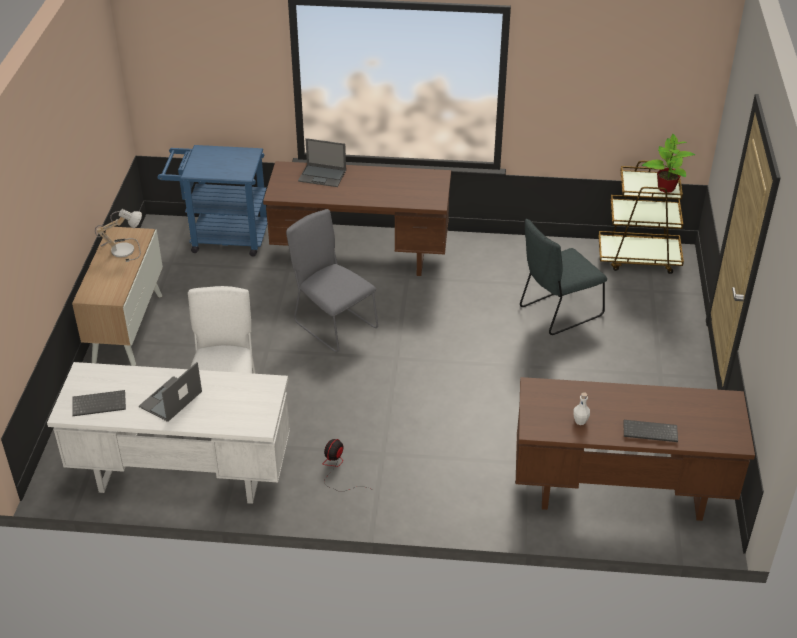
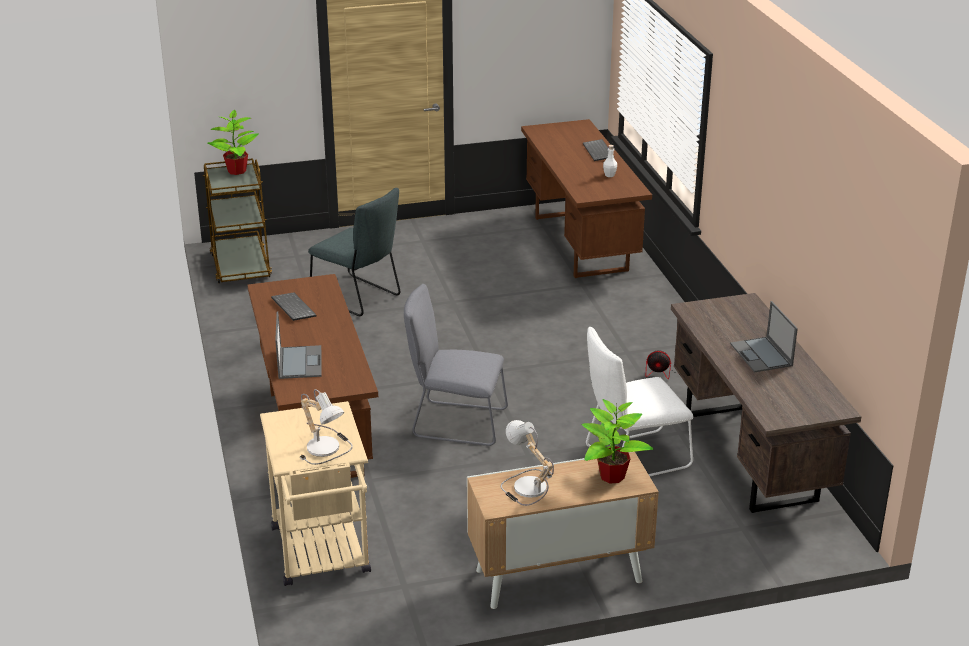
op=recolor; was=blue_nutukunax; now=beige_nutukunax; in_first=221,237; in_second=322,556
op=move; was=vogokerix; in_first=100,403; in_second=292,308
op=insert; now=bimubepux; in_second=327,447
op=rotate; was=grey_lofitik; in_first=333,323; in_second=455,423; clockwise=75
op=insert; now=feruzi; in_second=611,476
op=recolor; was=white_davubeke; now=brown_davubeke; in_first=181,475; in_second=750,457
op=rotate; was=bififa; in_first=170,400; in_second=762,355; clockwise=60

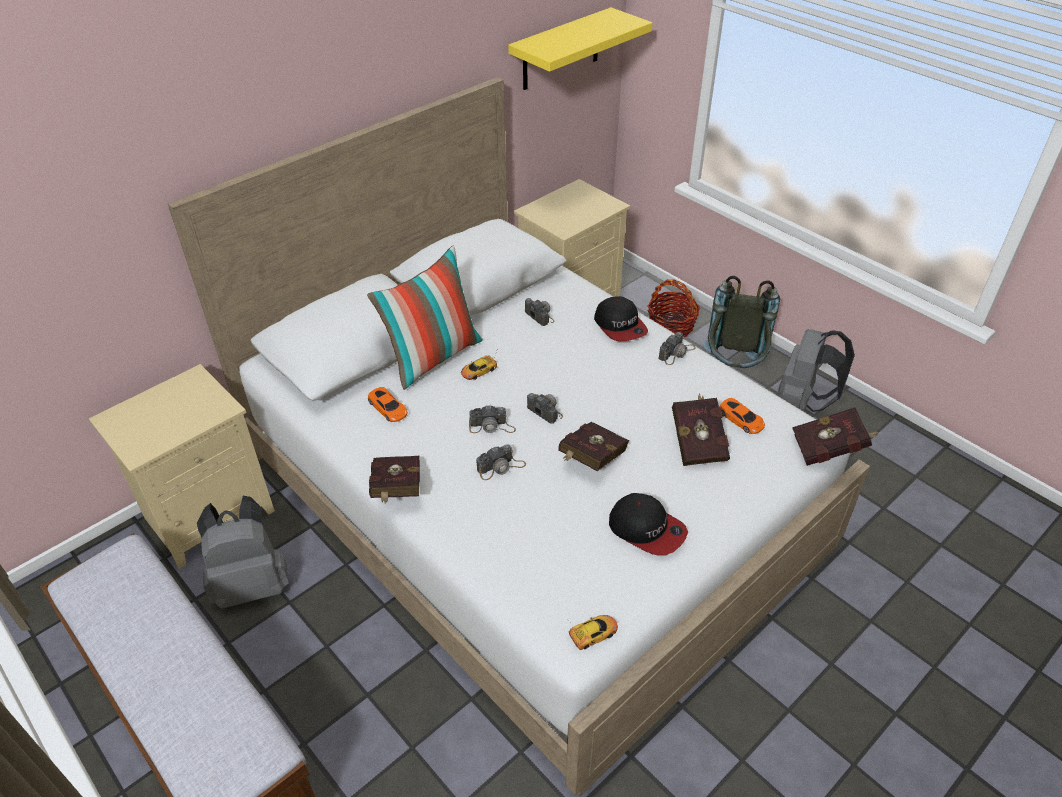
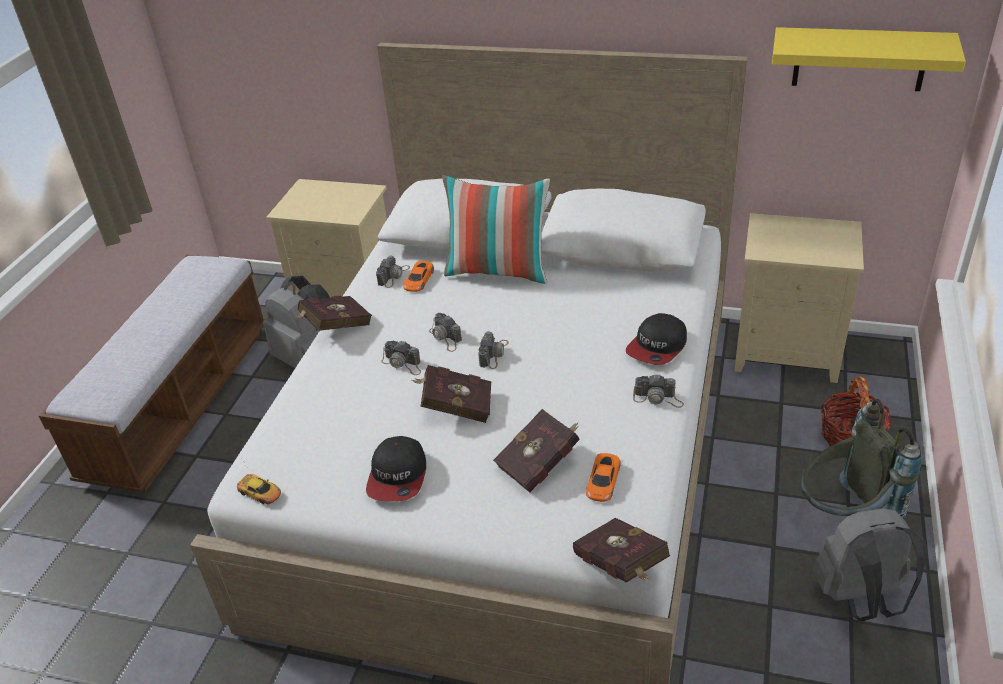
op=move; was=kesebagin; in_first=538,314; in_second=393,275
op=delete; was=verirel; in_first=478,371

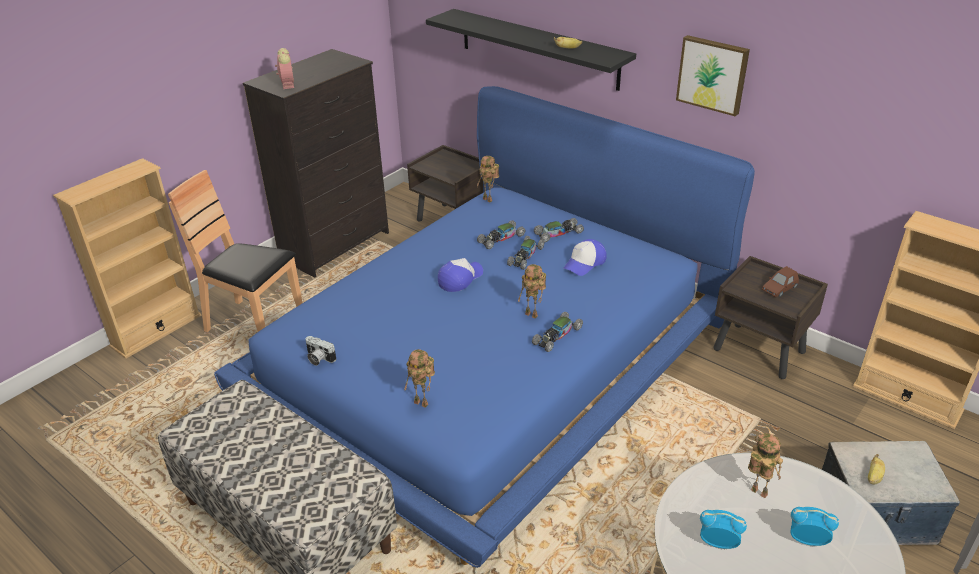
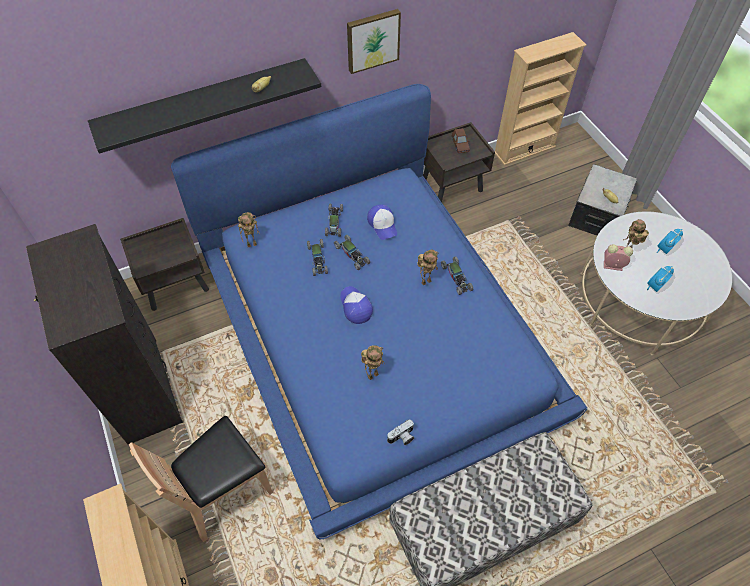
op=move; was=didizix; in_first=423,403; in_second=373,374
op=move; was=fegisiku; in_first=287,84; in_second=612,266

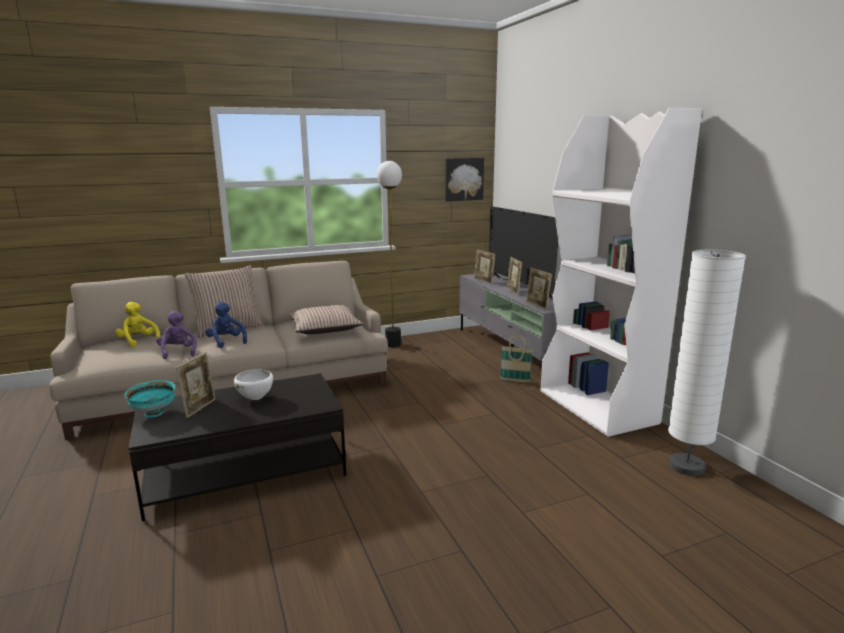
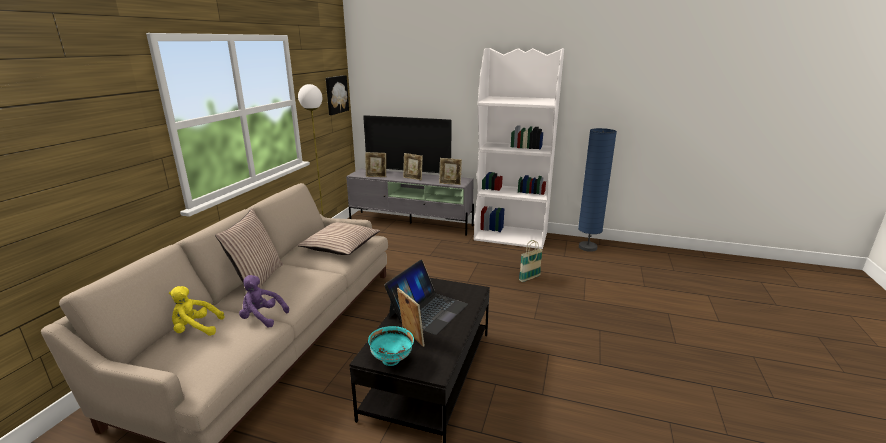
op=replace; was=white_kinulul; now=bififa; in_first=256,398; in_second=427,310
op=move; was=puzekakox; in_first=515,380; in_second=529,278
op=recolor; was=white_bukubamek; now=blue_bukubamek; in_first=687,466; in_second=587,247
op=delete; was=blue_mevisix; in_first=226,342

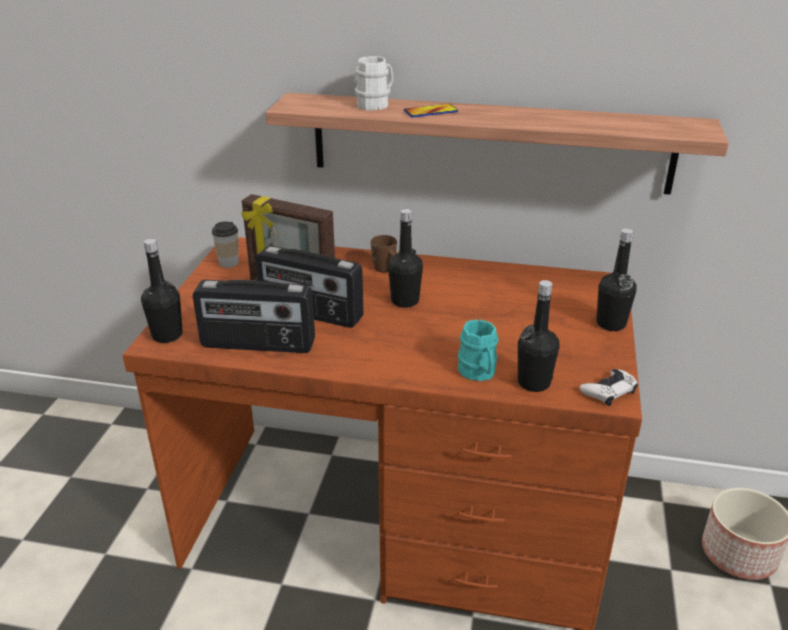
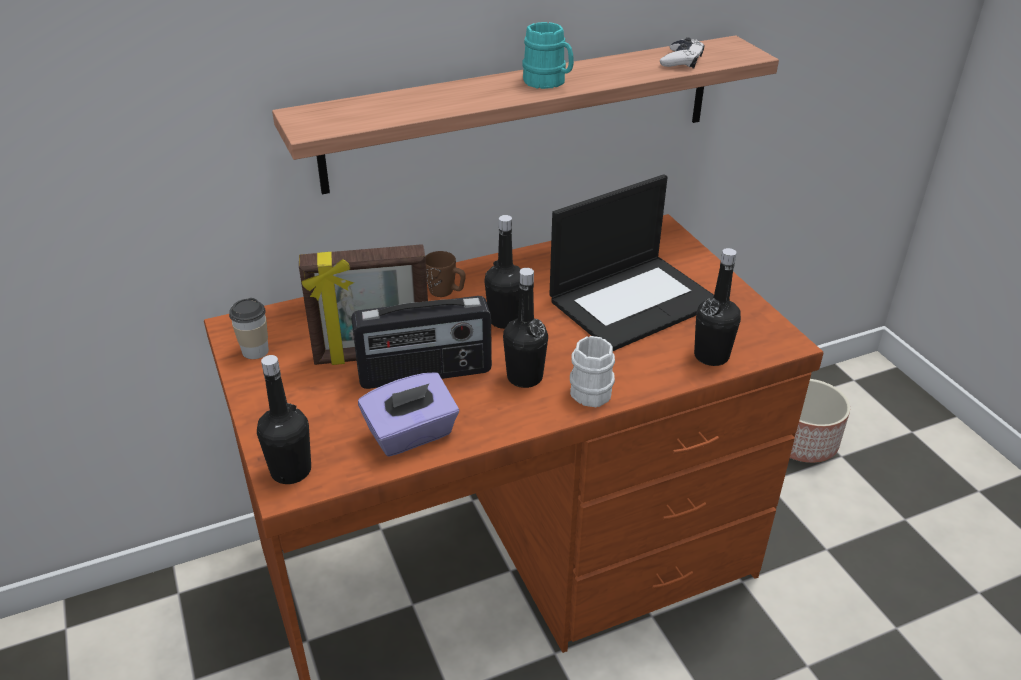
op=replace; was=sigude; now=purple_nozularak; in_first=258,345; in_second=411,435
op=move; was=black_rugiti; in_first=611,324; in_second=524,377
op=move; was=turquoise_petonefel; in_first=478,373; in_second=548,82
op=insert; now=bififa; in_second=634,301
op=move; was=white_petonefel; in_first=376,104; in_second=591,388
op=move; was=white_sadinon; in_first=609,391; in_second=681,60
op=delete; was=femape; in_first=430,112

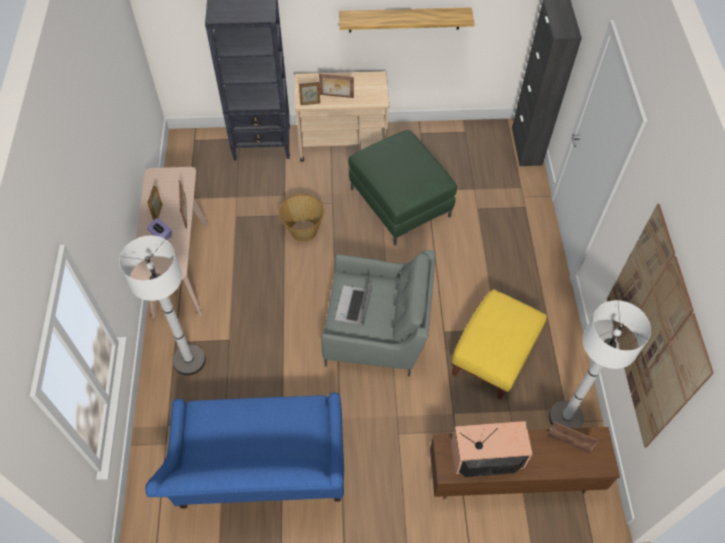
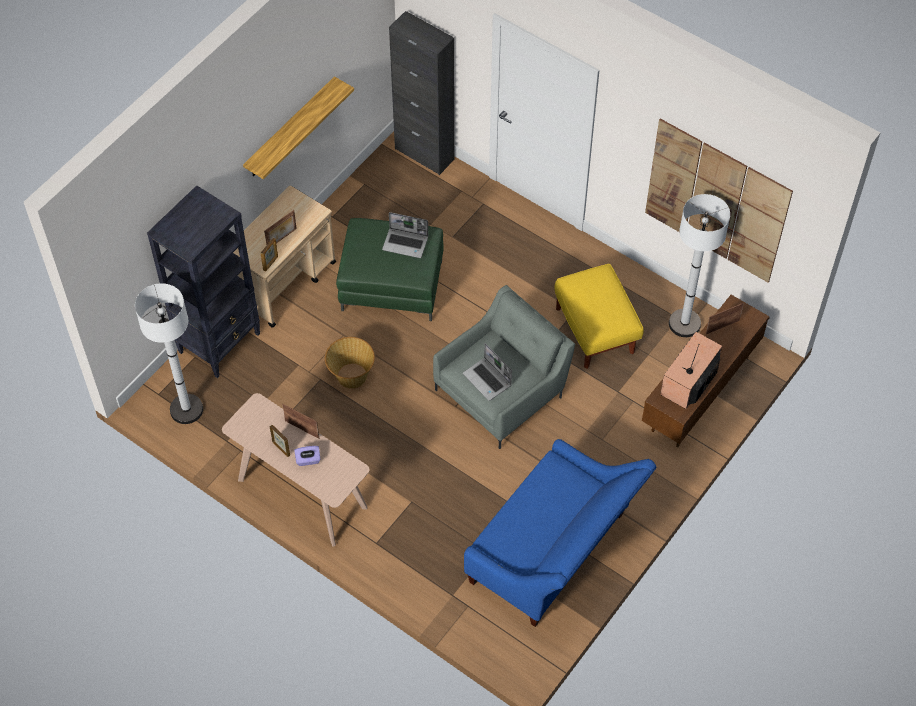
op=move; was=white_bukubamek; in_first=189,360; in_second=186,409
op=insert; now=bififa; in_second=406,243

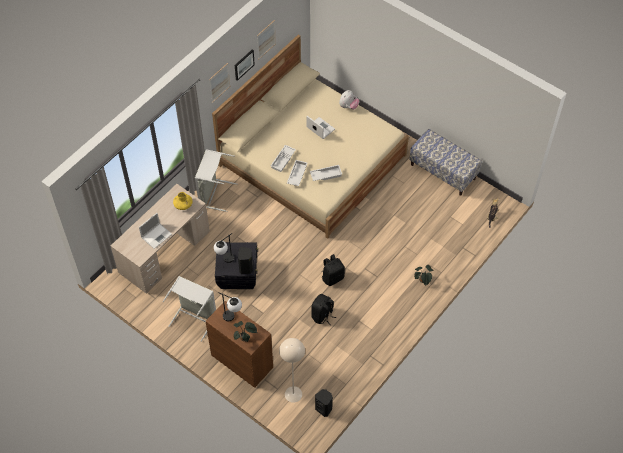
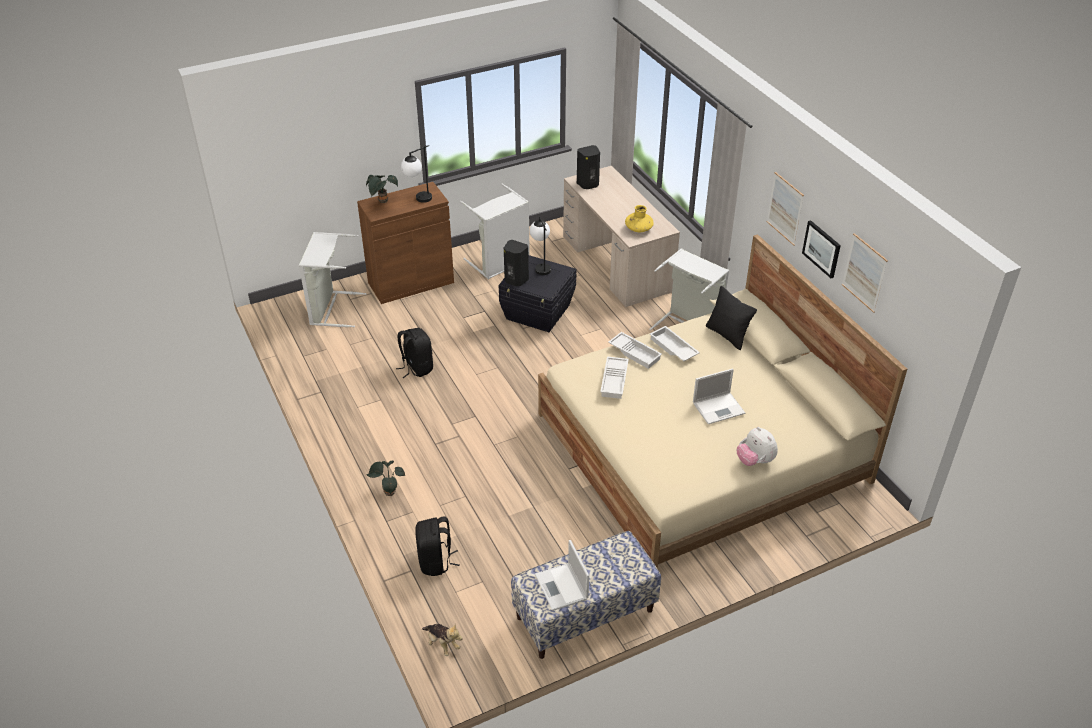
op=replace; was=beige_bukubamek; now=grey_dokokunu; in_first=293,394; in_second=331,309
op=move; was=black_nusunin; in_first=332,277; in_second=436,562
op=move; was=bififa; in_first=157,235; in_second=562,587
op=move; was=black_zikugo; in_first=324,408; in_second=588,184
op=insert; now=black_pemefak; in_second=727,335

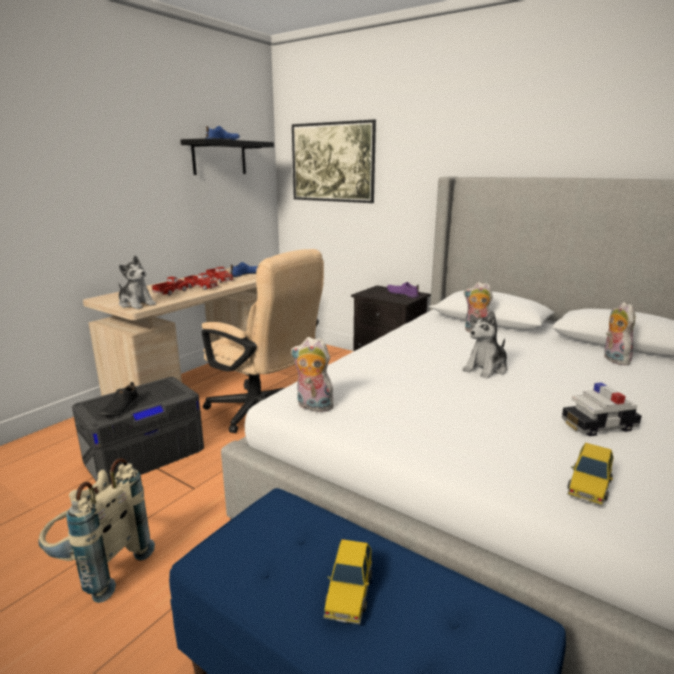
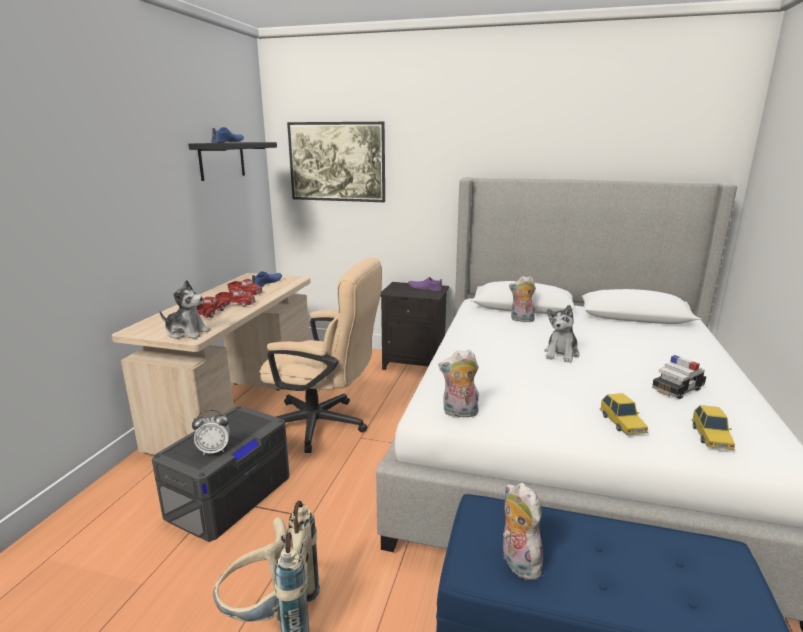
op=replace; was=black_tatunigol; now=fegisiku; in_first=120,408; in_second=214,450
op=move; was=mevisix; in_first=613,359; in_second=517,562
op=move; was=verirel; in_first=348,591; in_second=622,423

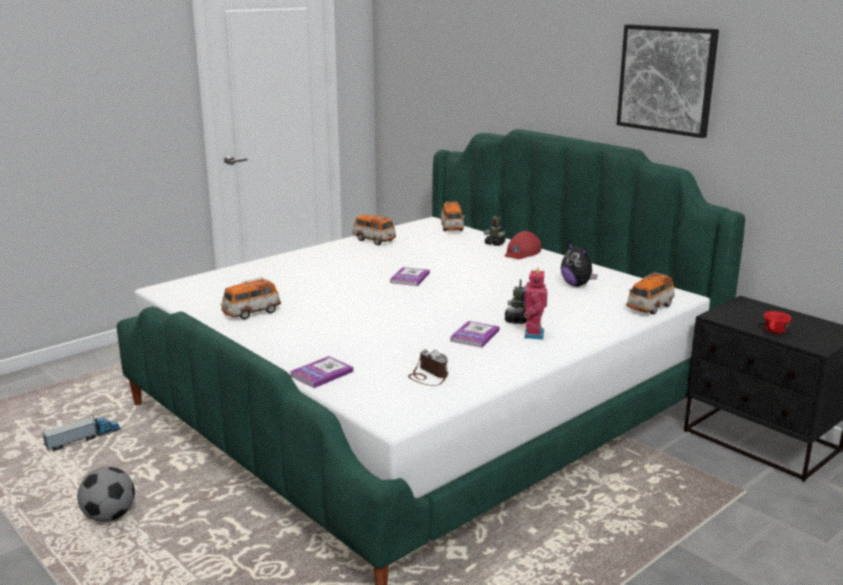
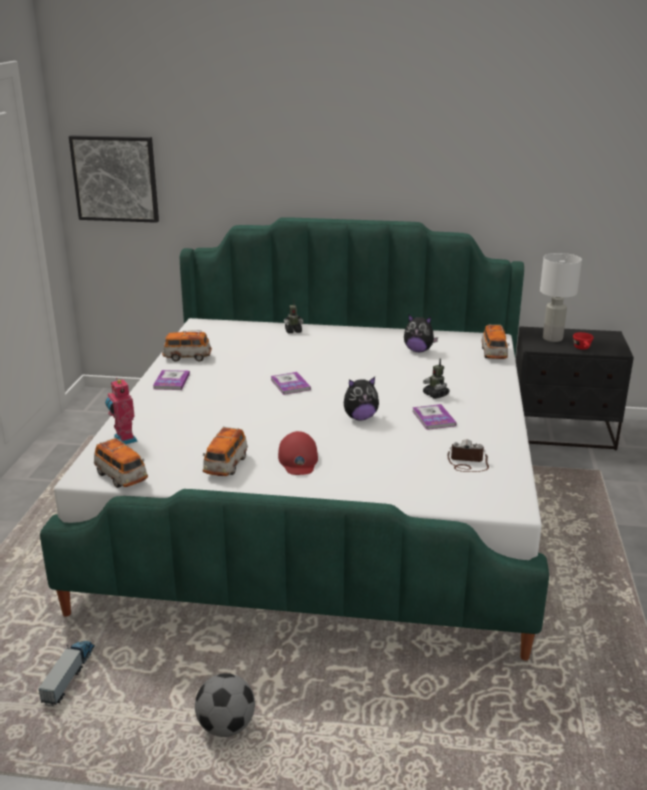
op=move; was=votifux; in_first=666,79; in_second=115,178
op=move; was=verirel; in_first=452,228; in_second=121,477
op=move; was=didizix; in_first=532,334; in_second=124,440
op=move; was=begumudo; in_first=321,374; in_second=171,381
op=move; was=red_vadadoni; in_first=522,252; in_second=298,459
op=insert; now=mevisix; in_second=360,417
op=insert; now=white_bimubepux; in_second=553,339

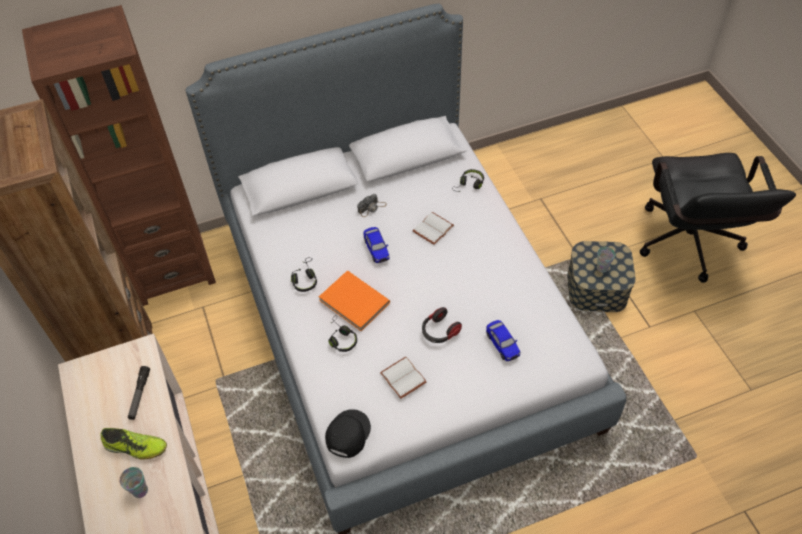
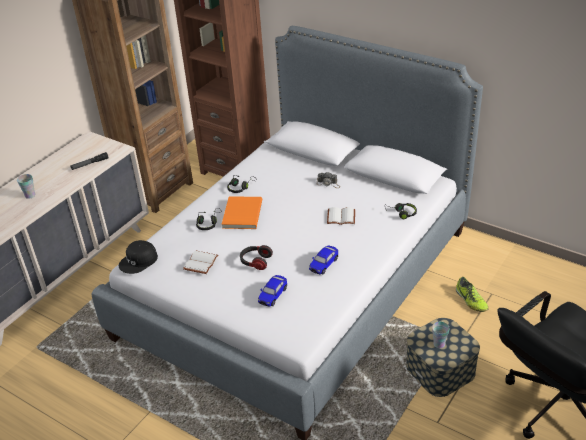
op=rotate; was=black_vadadoni; in_first=347,434; in_second=139,261; clockwise=150
op=move; was=verirel; in_first=376,249; in_second=323,265
op=move; was=tatunigol; in_first=136,447; in_second=471,301

